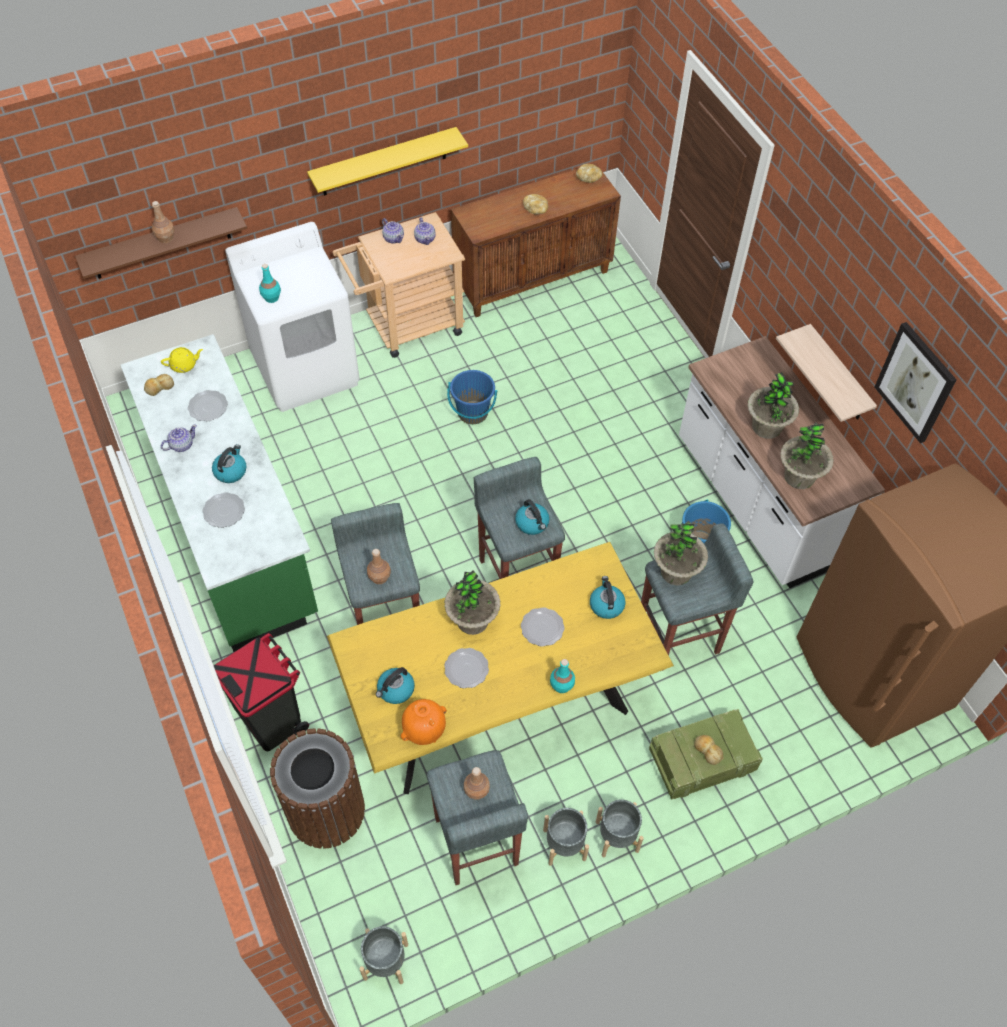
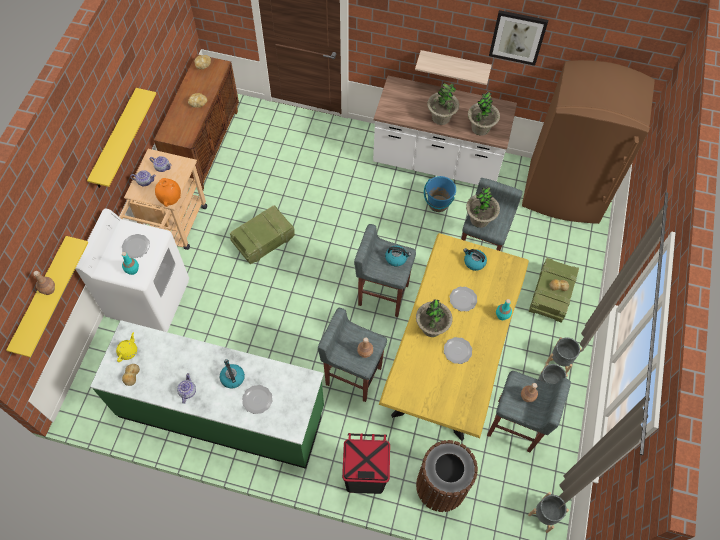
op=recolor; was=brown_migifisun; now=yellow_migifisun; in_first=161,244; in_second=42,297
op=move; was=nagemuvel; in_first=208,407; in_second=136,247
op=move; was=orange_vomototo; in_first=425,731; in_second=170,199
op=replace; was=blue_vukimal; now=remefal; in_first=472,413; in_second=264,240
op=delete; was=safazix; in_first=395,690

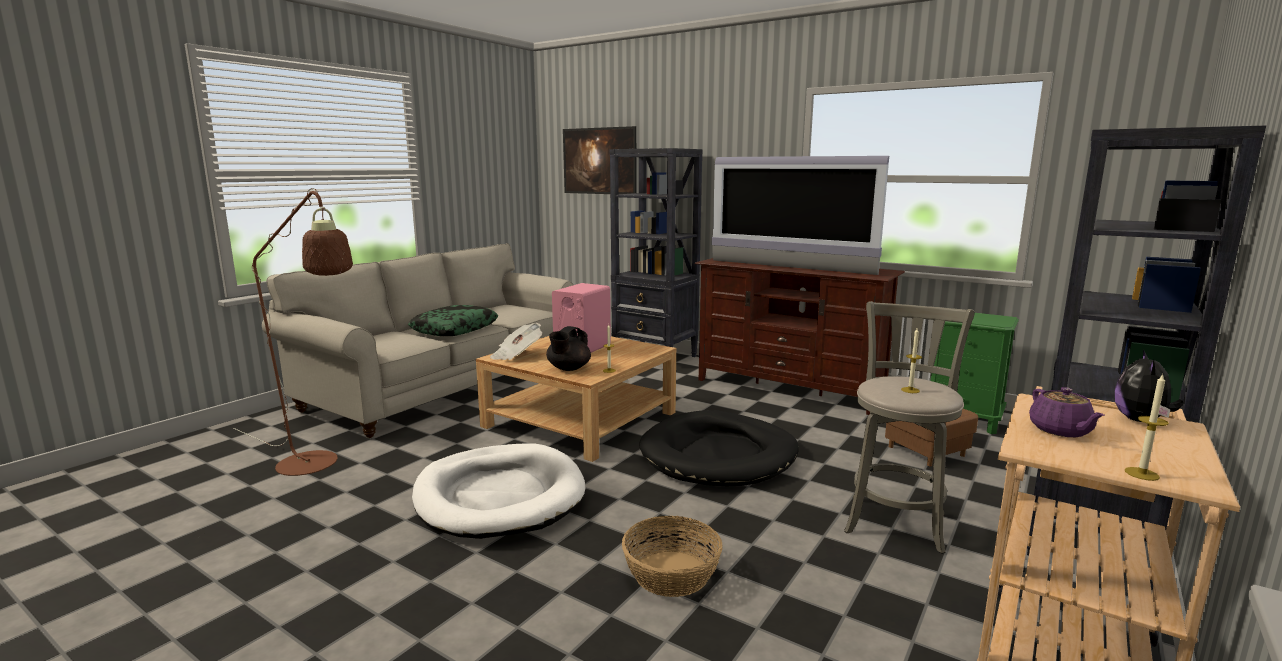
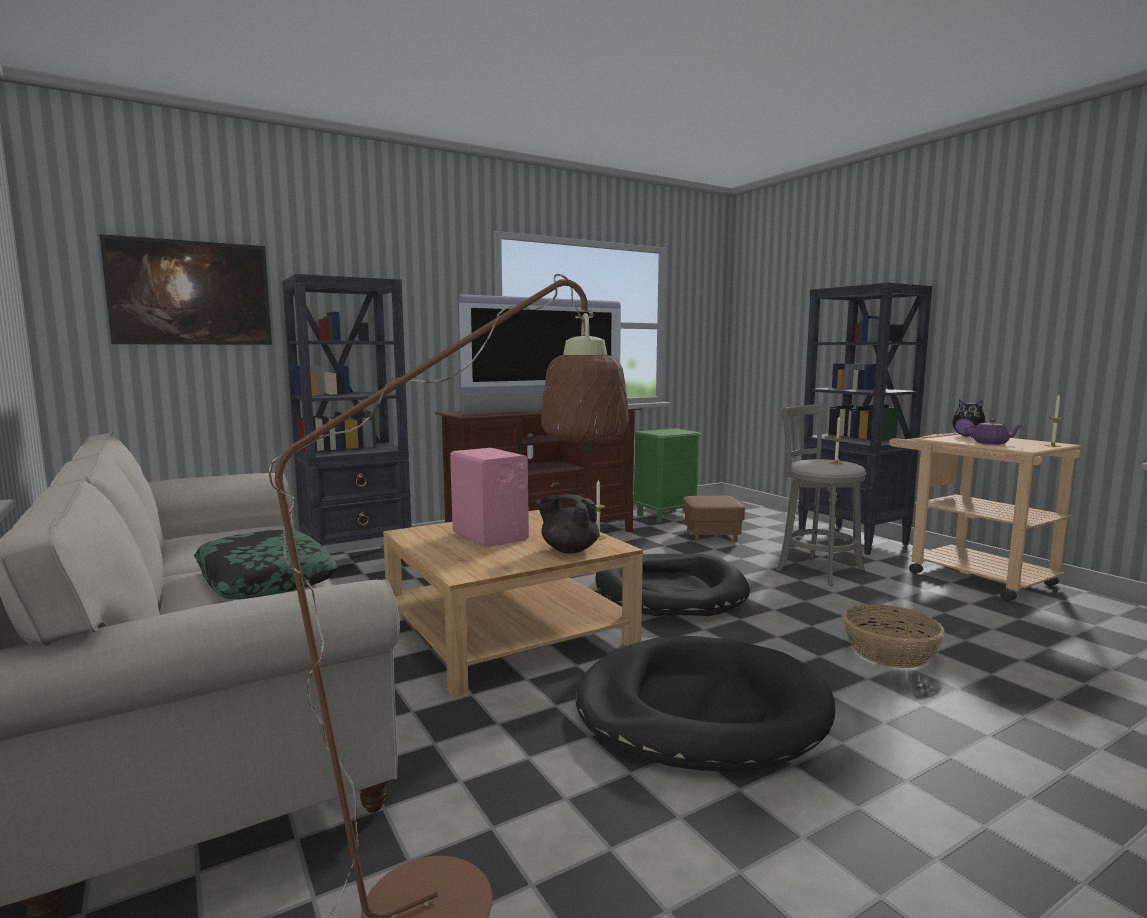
op=rotate; was=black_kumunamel; in_first=568,368; in_second=569,550; clockwise=150
op=recolor; was=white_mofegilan; now=black_mofegilan; in_first=499,496; in_second=701,710
op=delete; was=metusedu; in_first=516,355

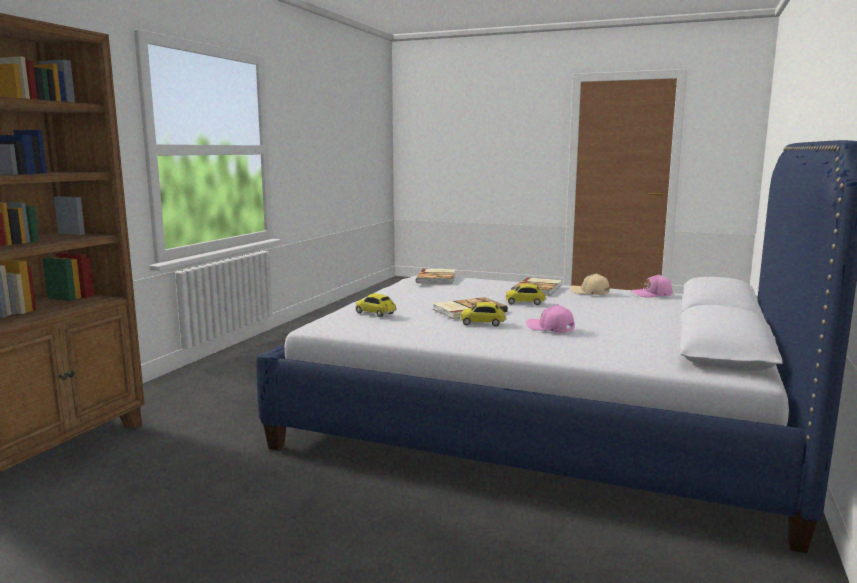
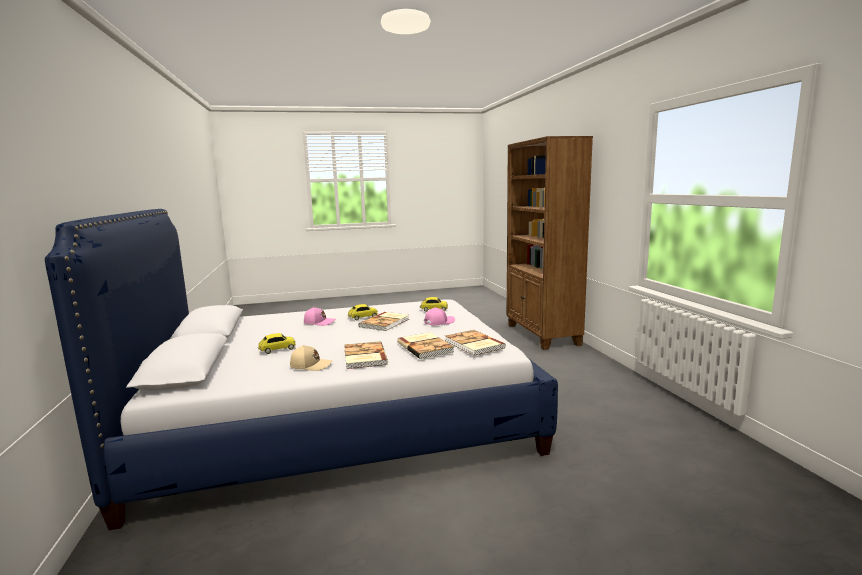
op=move; was=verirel; in_first=525,302; in_second=277,349
op=insert; now=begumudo; in_second=426,347
op=move; was=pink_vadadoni; in_first=652,294; in_second=439,322

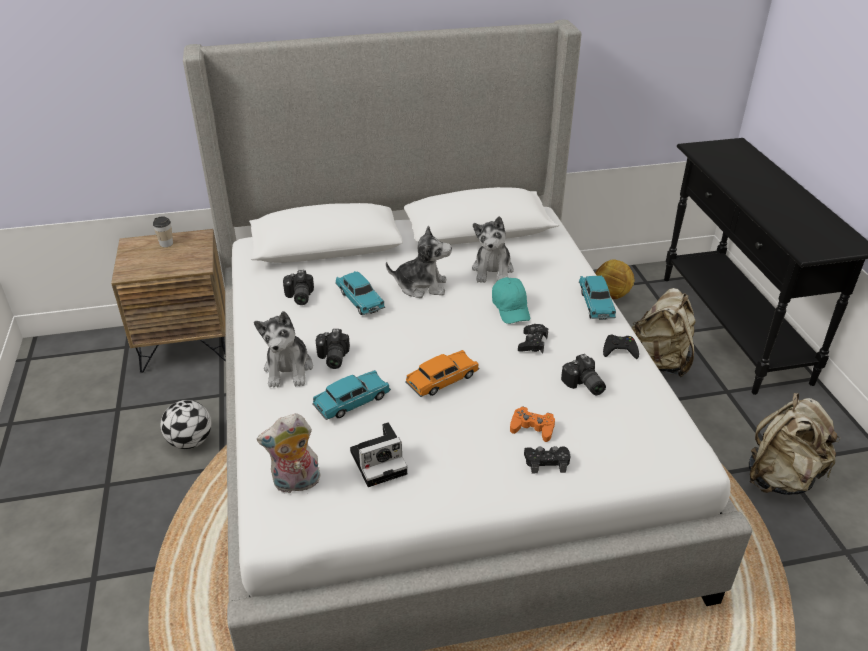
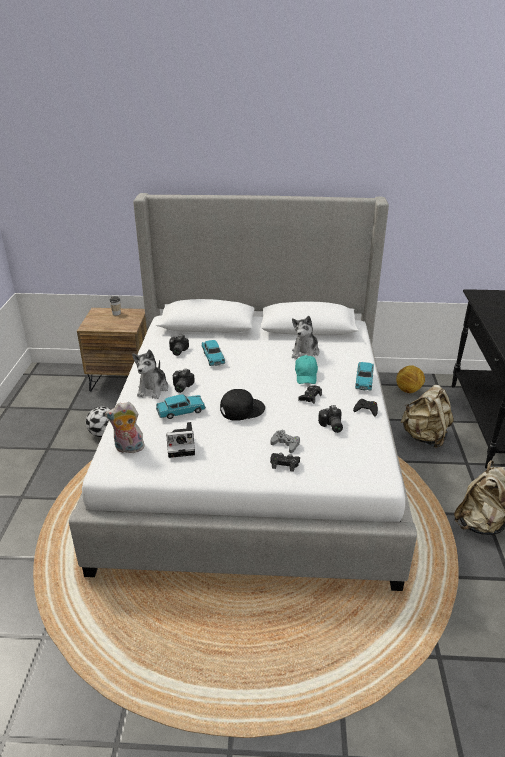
op=replace; was=orange_verirel; now=black_vadadoni; in_first=442,381; in_second=241,409
op=recolor; was=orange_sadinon; now=grey_sadinon; in_first=532,428; in_second=285,444
op=delete; was=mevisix; in_first=421,286

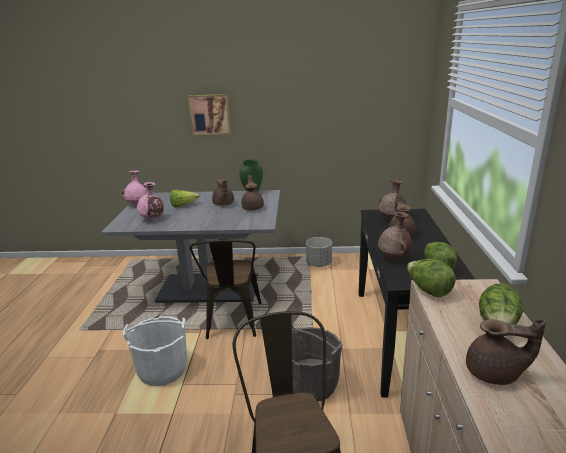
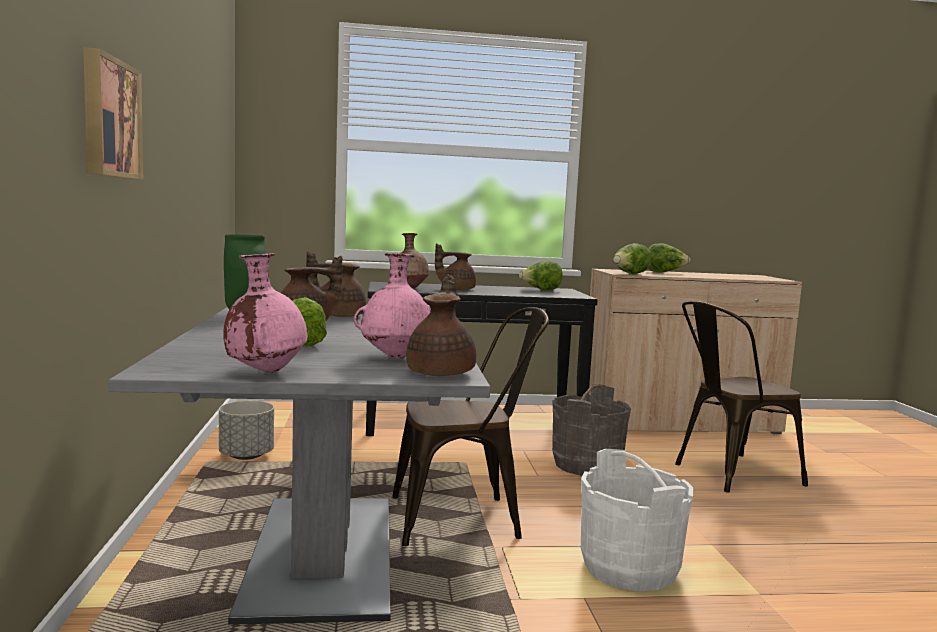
op=move; was=brown_kumunamel; in_first=495,374; in_second=442,372
op=delete; was=brown_vomototo; in_first=394,258

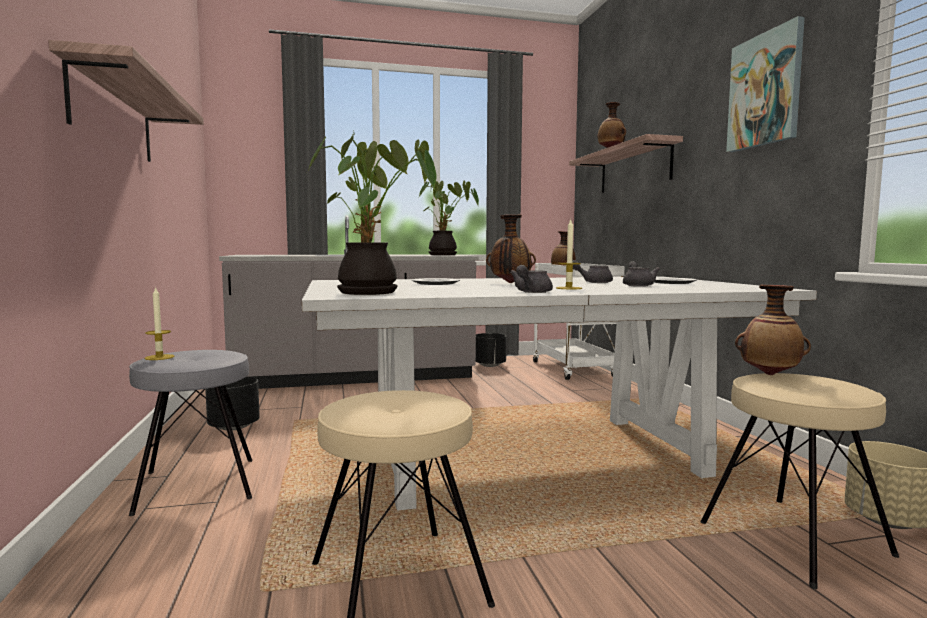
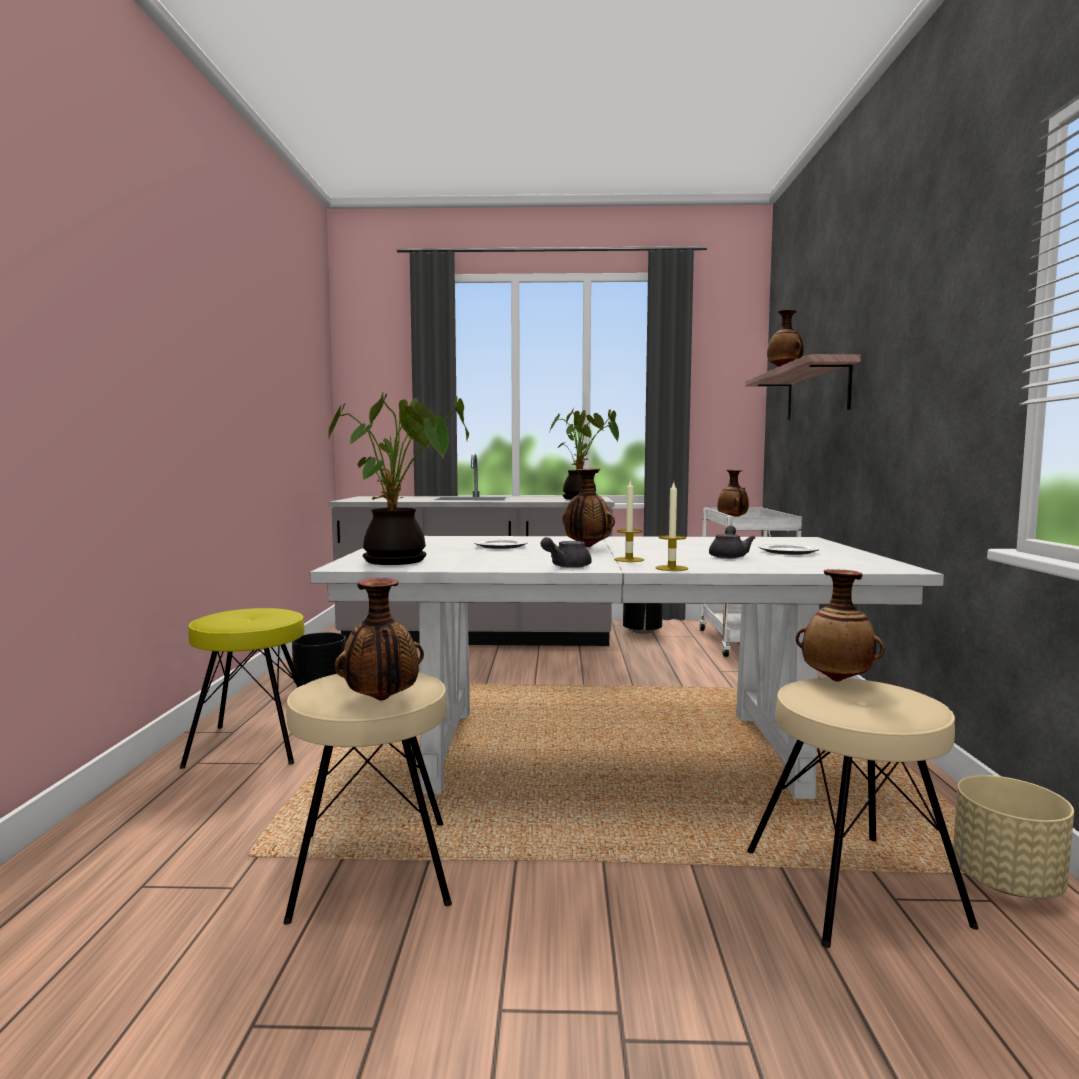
op=recolor; was=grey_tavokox; now=yellow_tavokox; in_first=196,484; in_second=252,744
op=insert; now=vomototo; in_second=382,700
op=move; was=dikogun; in_first=159,357; in_second=671,568
op=delete; was=migifisun; in_first=113,116
op=delete; was=grey_kumunamel; in_first=593,282
op=delete; was=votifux; in_first=765,90

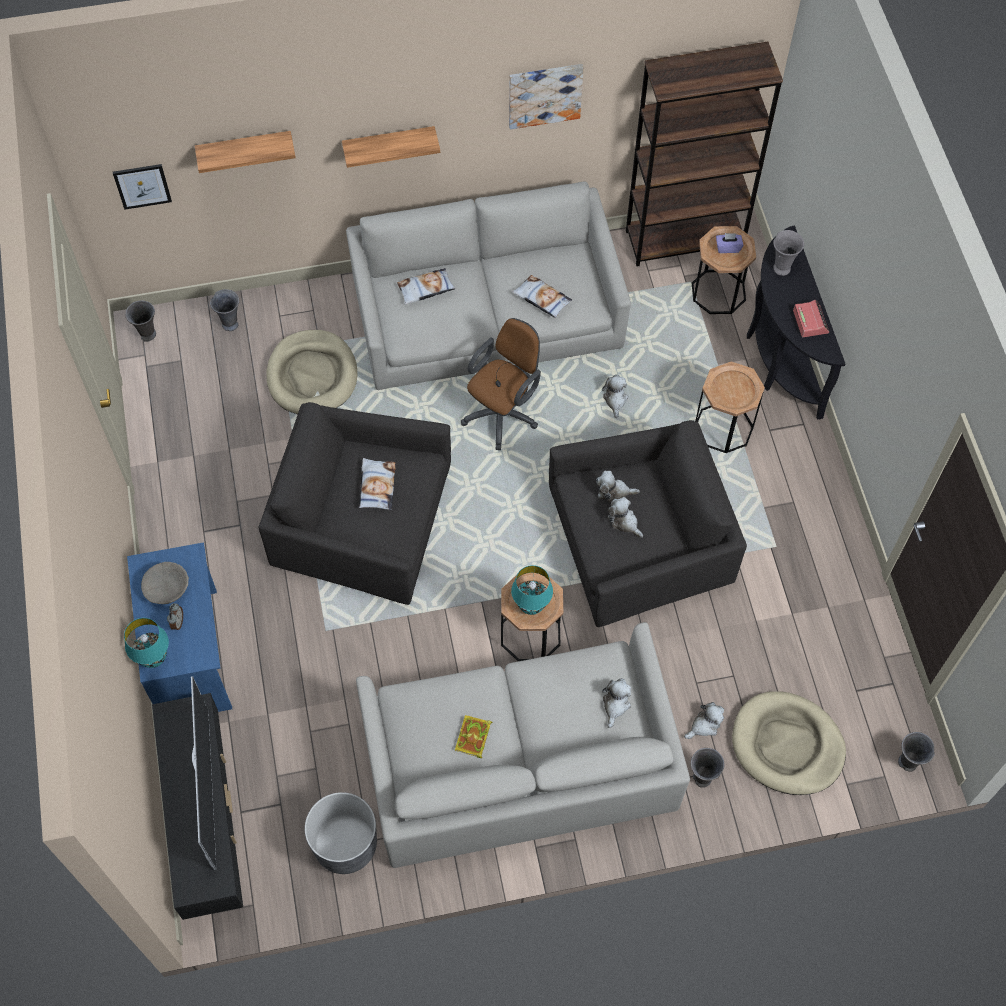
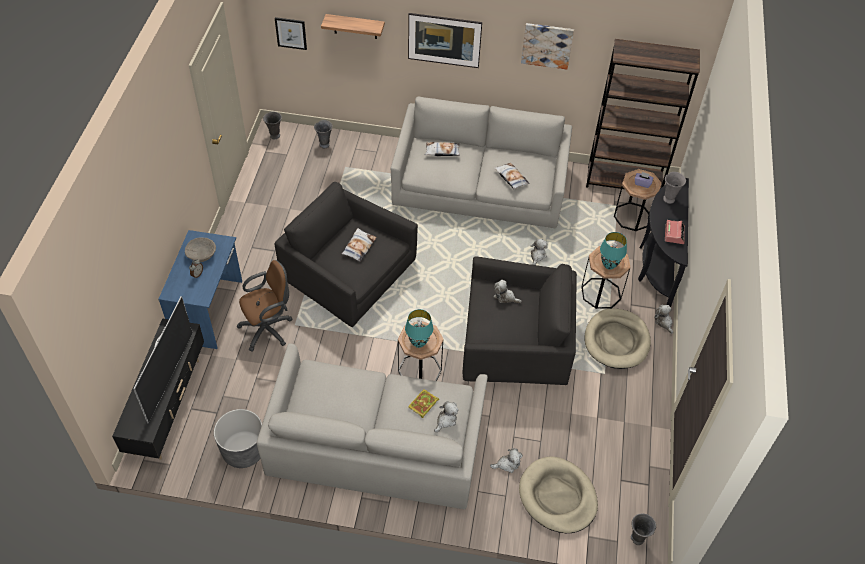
op=move; was=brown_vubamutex; in_first=503,413; in_second=269,329
op=replace; was=migifisun; now=votifux; in_first=389,144; in_second=444,51
op=move; was=begumudo; in_first=473,738; in_second=423,405
op=move; was=beige_mofegilan; in_first=312,375; in_second=616,340
op=move; was=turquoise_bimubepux; in_first=154,658; in_second=609,265
op=move; was=mevisix; in_first=624,522; in_second=663,322
op=delete; was=grey_vomototo; in_first=702,779

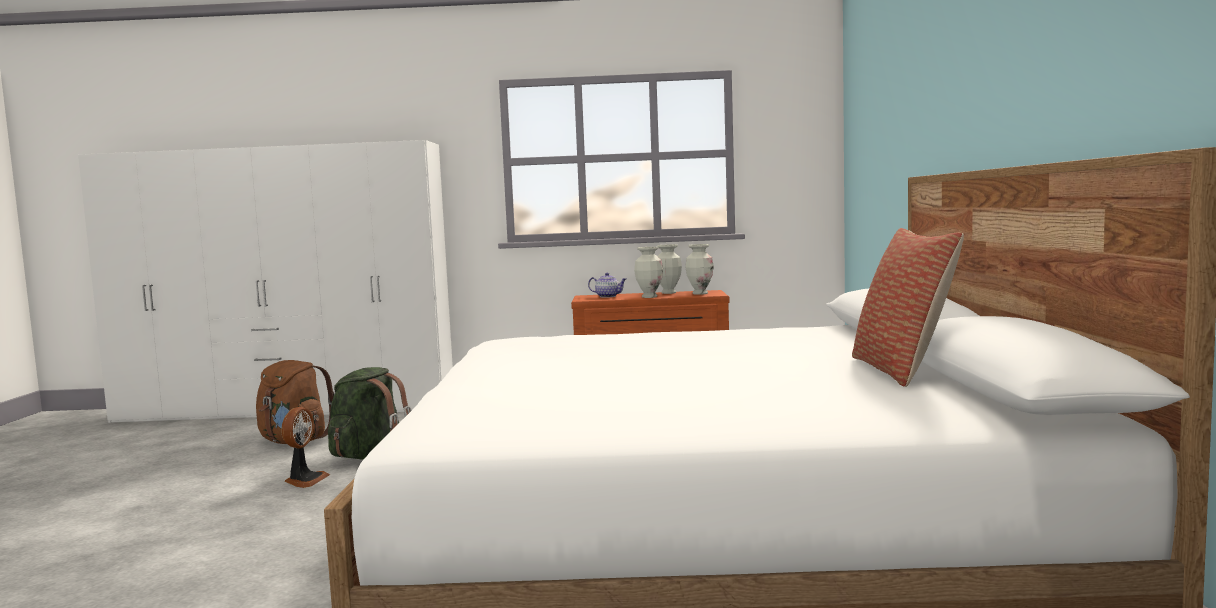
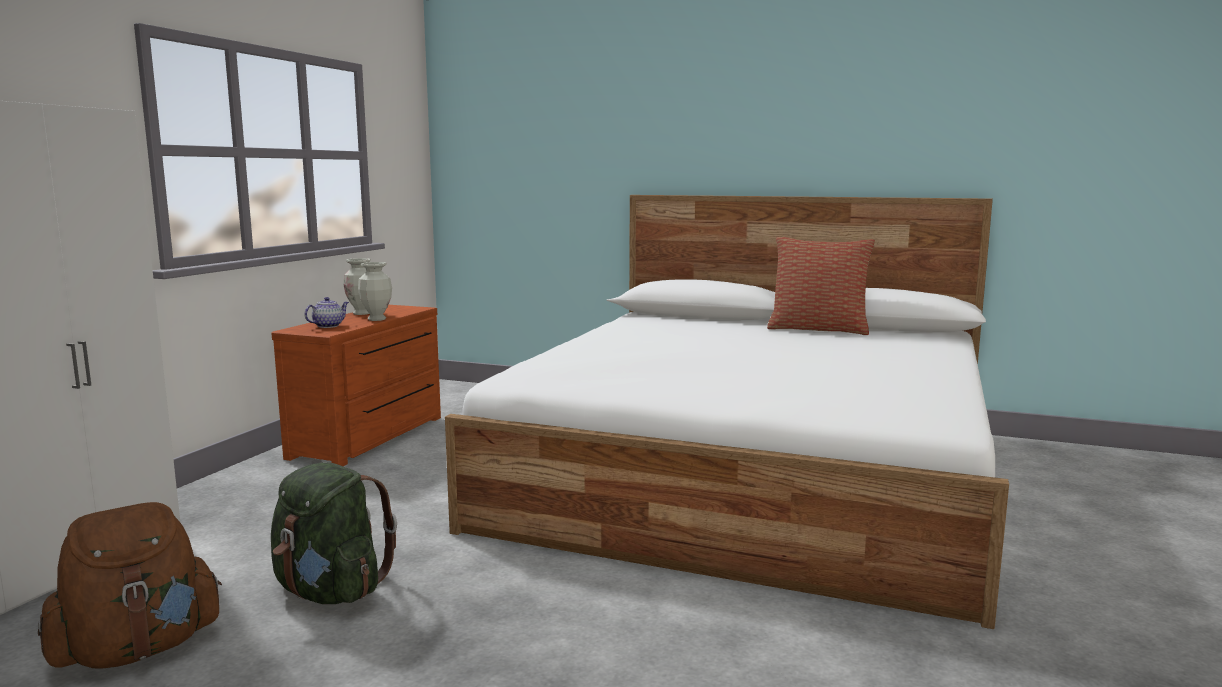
op=delete; was=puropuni; in_first=304,480
op=delete; was=vomototo; in_first=699,293

